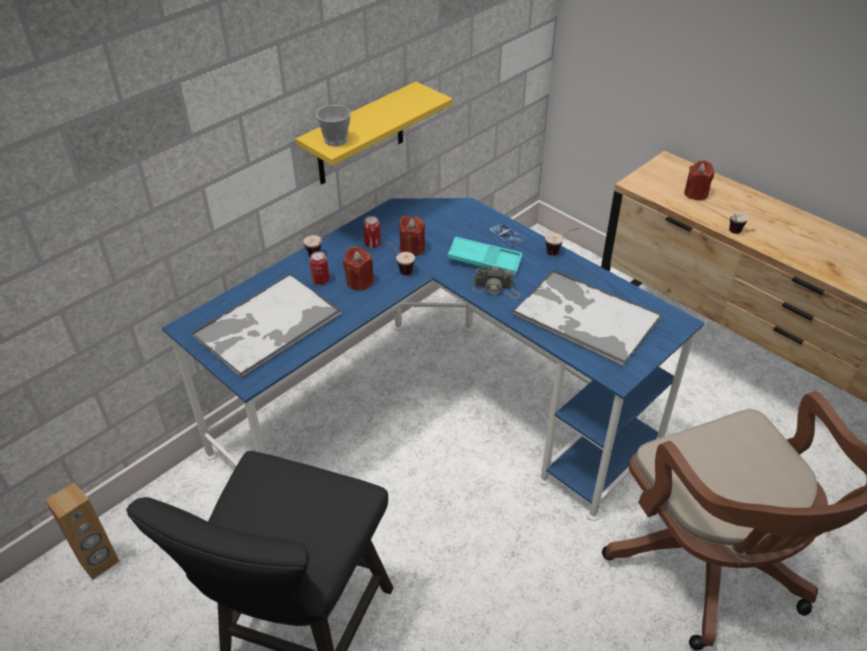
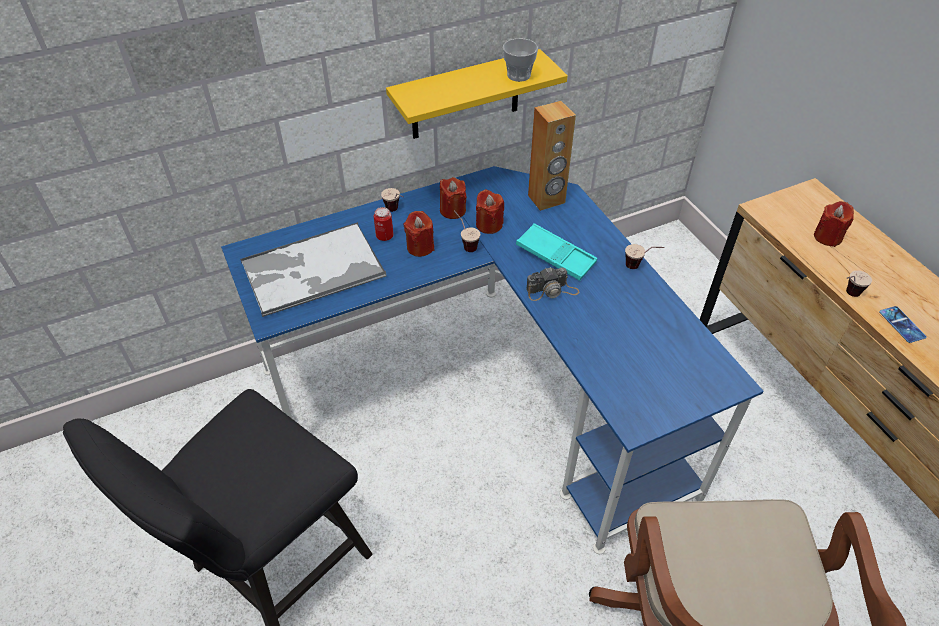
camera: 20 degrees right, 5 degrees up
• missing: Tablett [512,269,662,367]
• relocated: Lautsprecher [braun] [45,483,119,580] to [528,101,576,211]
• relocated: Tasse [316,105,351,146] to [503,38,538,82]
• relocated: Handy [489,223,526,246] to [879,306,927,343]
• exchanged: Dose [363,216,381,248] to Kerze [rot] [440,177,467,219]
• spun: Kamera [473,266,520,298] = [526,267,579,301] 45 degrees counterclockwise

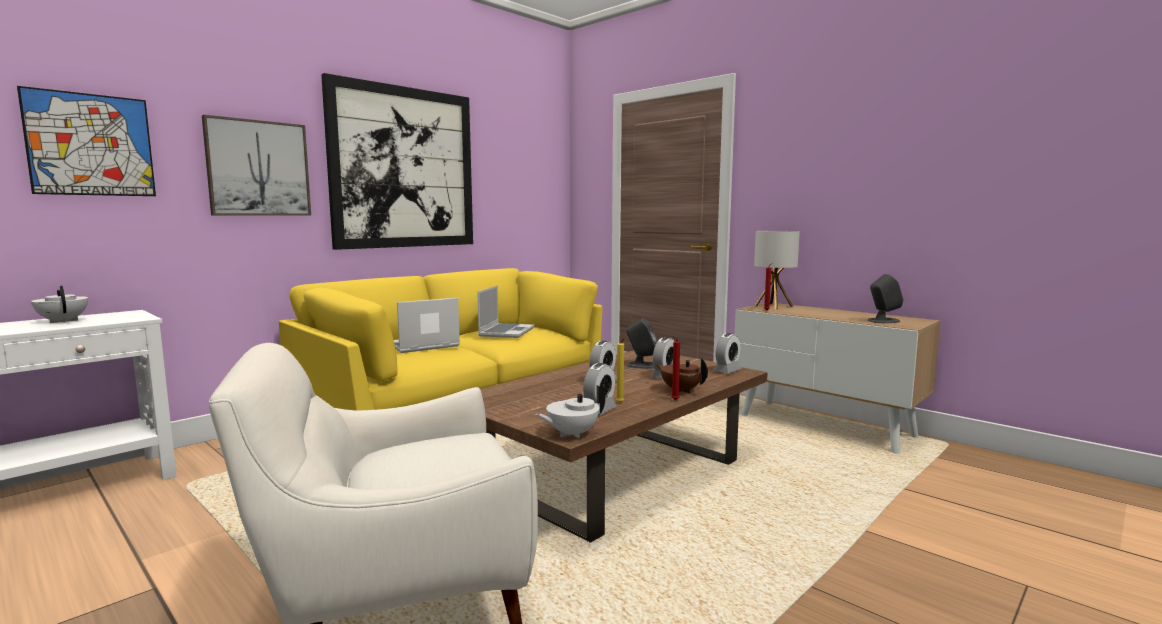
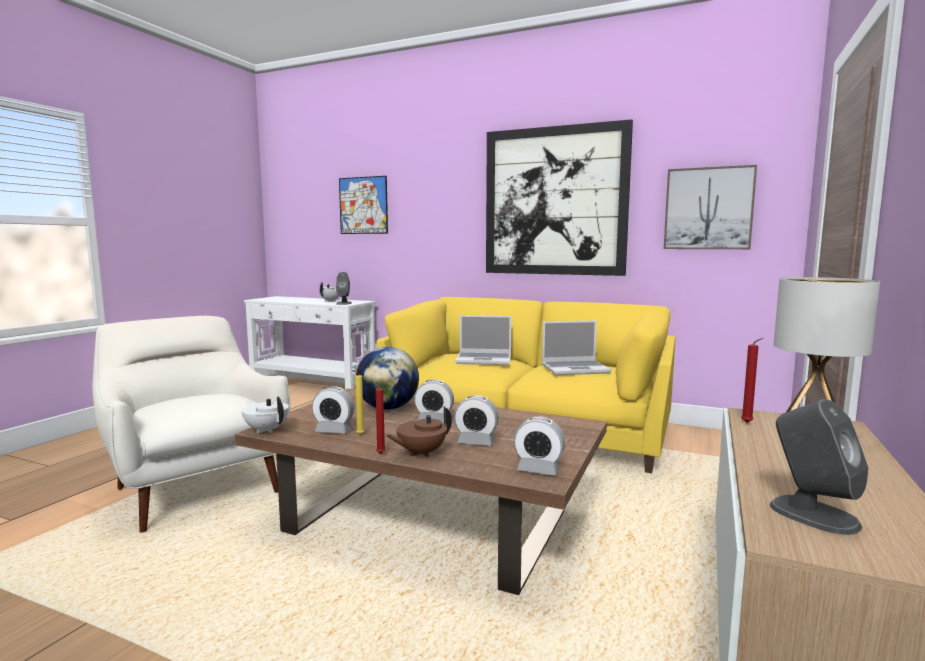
camera: 70 degrees right, 0 degrees up
• appeared: Globus [356,347,419,410]
• relocated: Bild [202,115,311,215] to [664,165,757,249]
• relocated: Lautsprecher [grau] [627,318,658,369] to [336,272,352,305]
• spun: Laptop [394,298,460,353] = [455,315,512,365] 150 degrees clockwise
• spun: Teekanne [braun] [656,358,708,393] = [387,407,452,457] 150 degrees counterclockwise

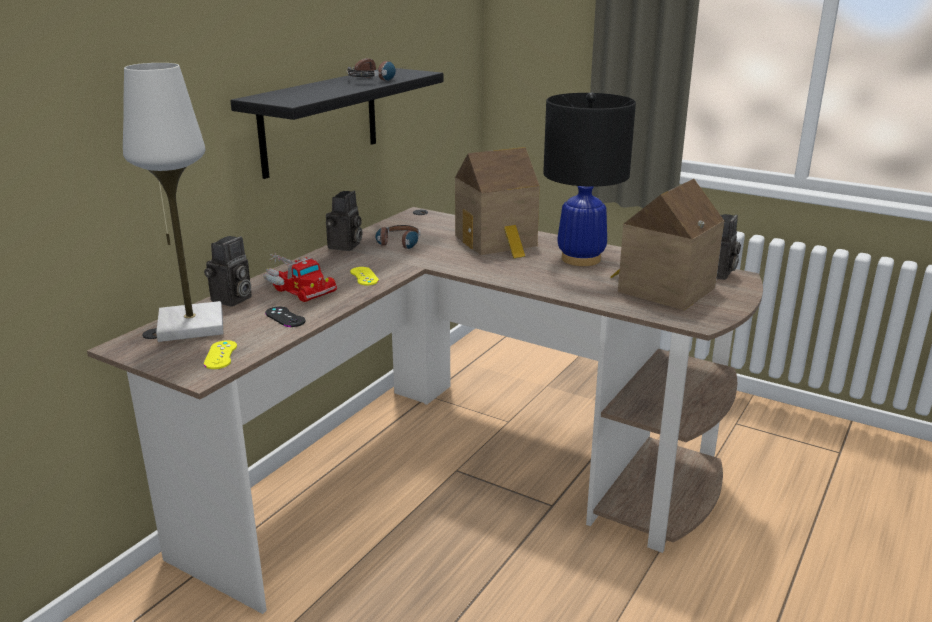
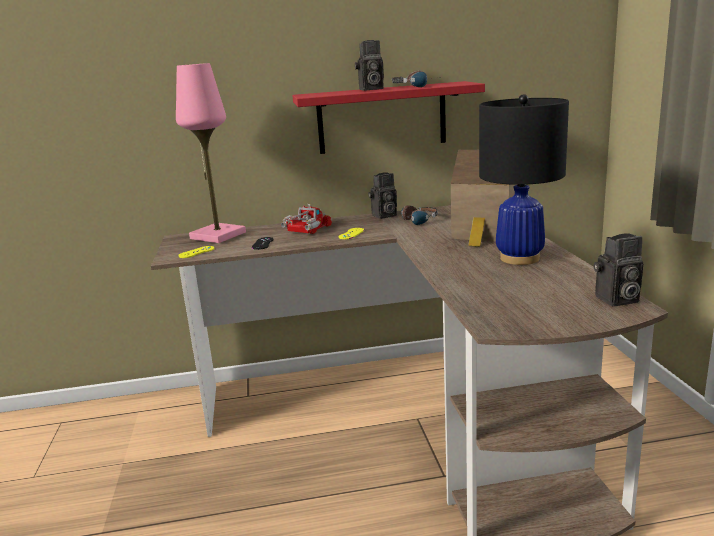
camera: 50 degrees right, 5 degrees down
• missing: Spielzeughaus [611,179,724,310]
• relocated: Kamera [204,236,252,307] to [355,40,384,91]
• colour: Tischlampe [weiß] [123,63,223,342] to Tischlampe [rosa] [176,63,246,243]
• colour: Wandregal [schwarz] [230,68,444,179] to Wandregal [rot] [292,81,485,154]
• spun: Spielzeuglaster [263,253,337,302] = [281,204,332,234] 150 degrees counterclockwise

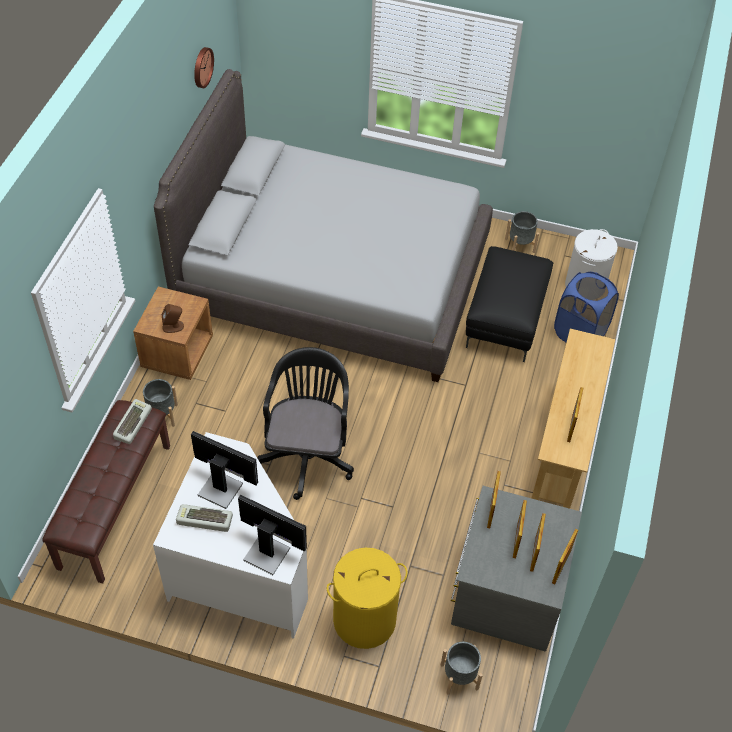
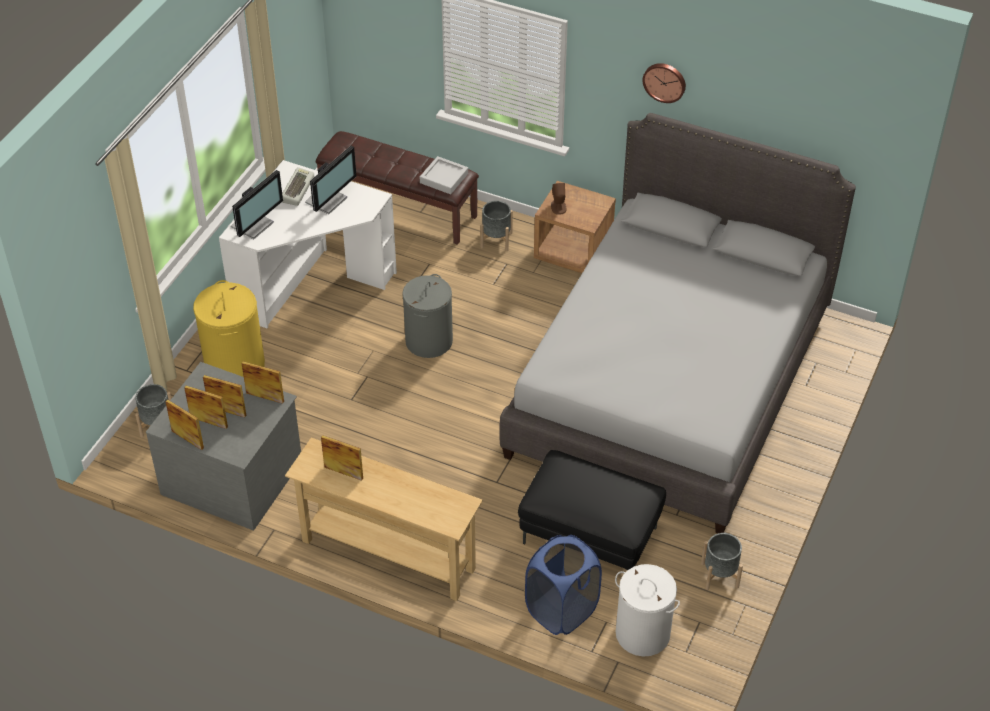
camera: 100 degrees right, 5 degrees down
• relocated: Wanduhr [194,47,214,88] to [643,63,686,103]
• exchanged: Tastatur [113,399,152,444] to Tablett [grau] [420,156,468,194]
• exchanged: Bürostuhl [schwarz] [257,347,354,500] to Wäschekorb [grau] [402,274,453,358]

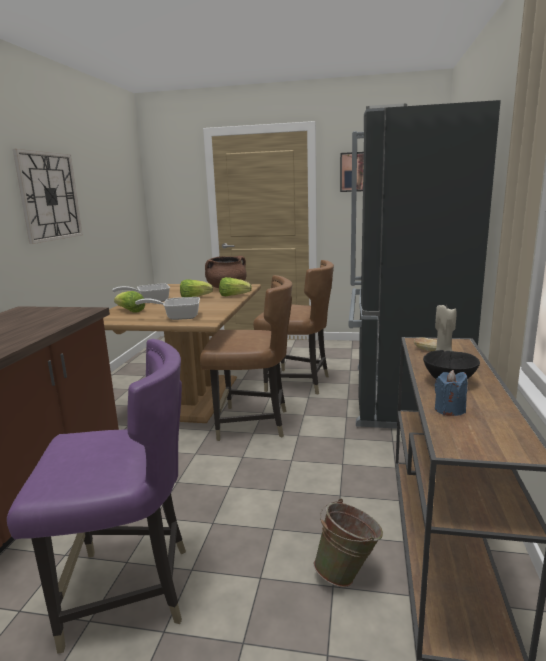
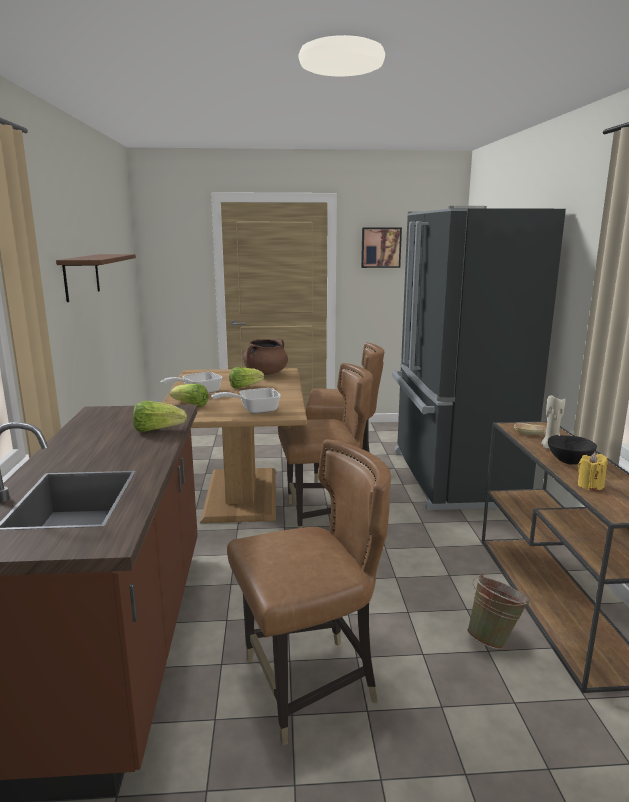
camera: 15 degrees left, 0 degrees up
• relocated: Salatkopf [219,277,252,296] to [133,401,187,432]
• exchanged: Wanduhr [13,149,83,244] to Wandregal [braun] [56,254,136,302]
• colour: Stuhl [lila] [7,339,186,654] to Stuhl [braun] [227,439,391,746]
• colour: Kerze [blau] [435,370,468,416] to Kerze [gelb] [578,453,607,490]

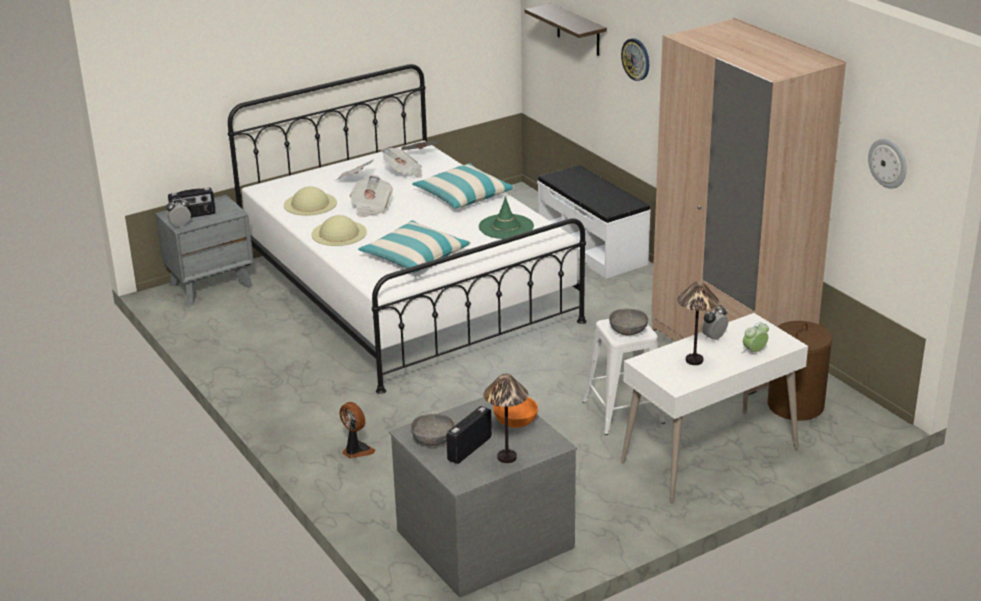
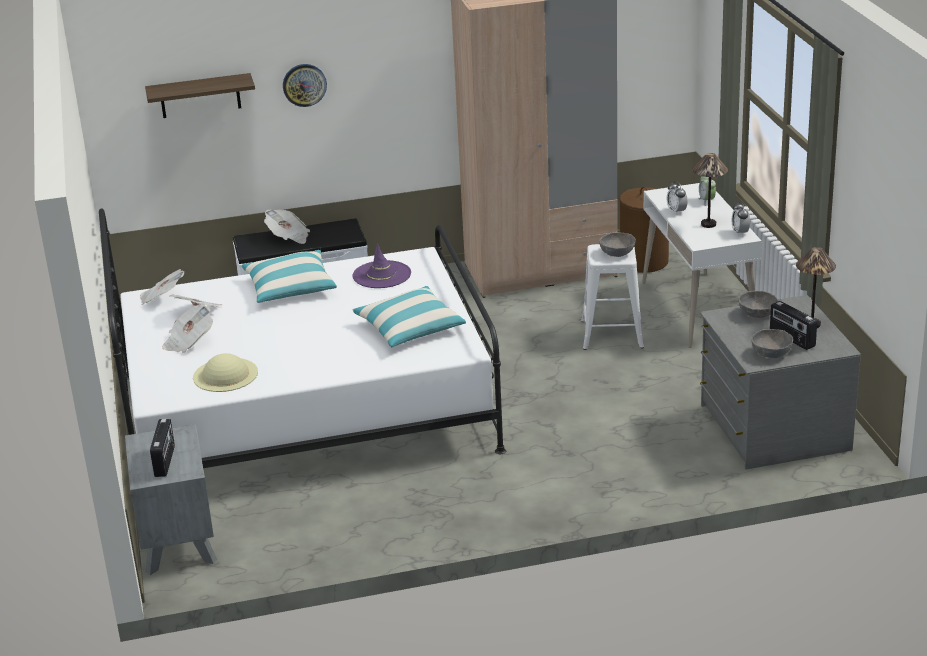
camera: 70 degrees left, 0 degrees up
• missing: Hut [beige] [311,215,367,246]
• missing: Ventilator [339,402,375,458]
• missing: Wanduhr [868,139,907,188]
• relocated: Wecker [166,197,191,227] to [732,201,750,236]
• relocated: Zeitung [350,175,393,217] to [264,209,310,244]
• colour: Hut [grün] [479,196,534,239] to Hut [lila] [353,243,411,288]
• colour: Schüssel [orange] [493,397,538,428] to Schüssel [grau] [739,291,778,318]

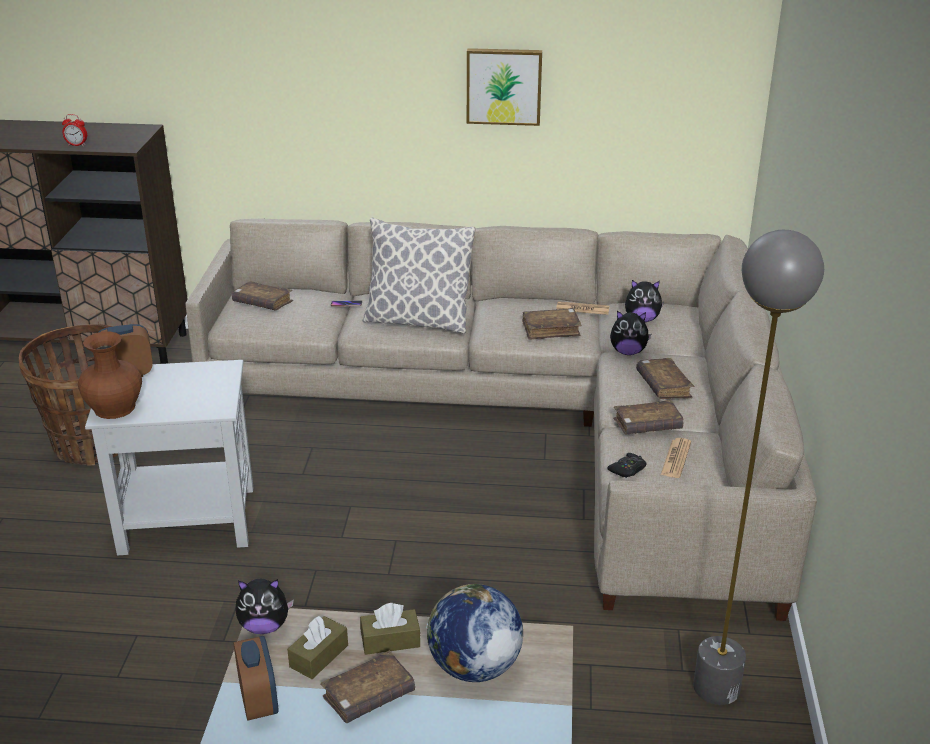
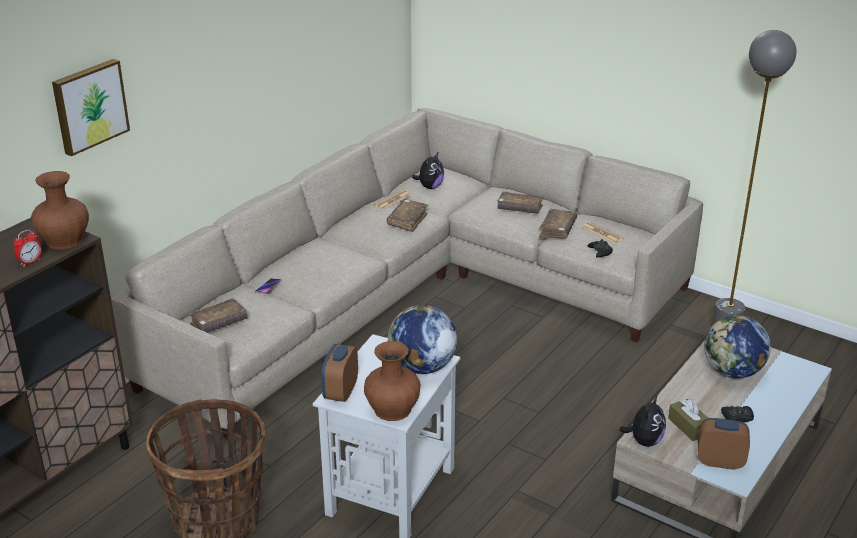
camera: 60 degrees left, 0 degrees up
• missing: Taschentuchbox [braun] [360,603,420,655]
• missing: Kissen [363,217,476,333]
• missing: Plüschtier [610,311,651,355]
• appeared: Vase [braun] [31,171,89,249]
• appeared: Globus [387,305,457,374]
• relocated: Bild [467,48,542,126] to [52,59,130,156]
• exchanged: Buch [braun] [320,650,415,723] to Gamepad [schwarz] [721,406,754,423]

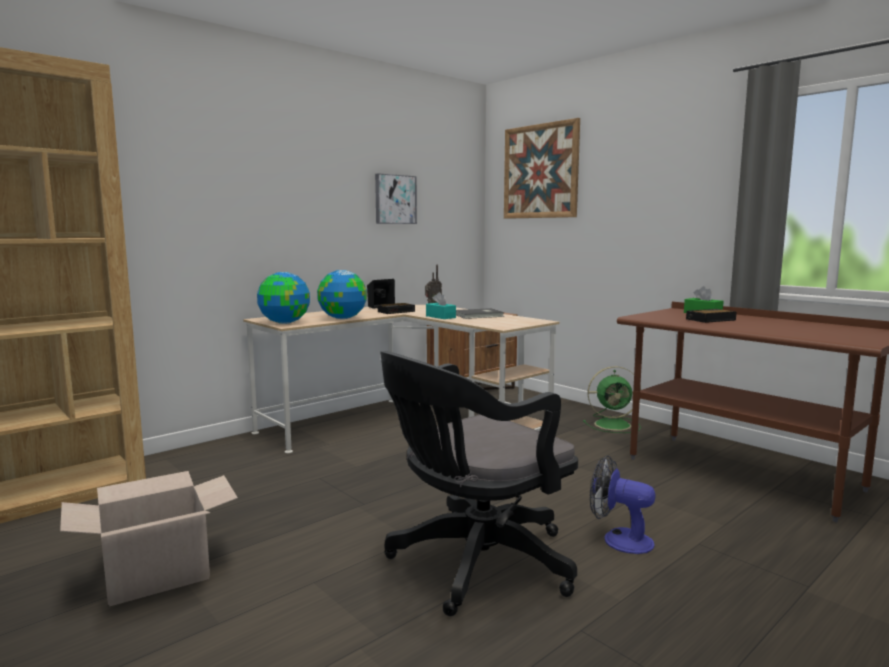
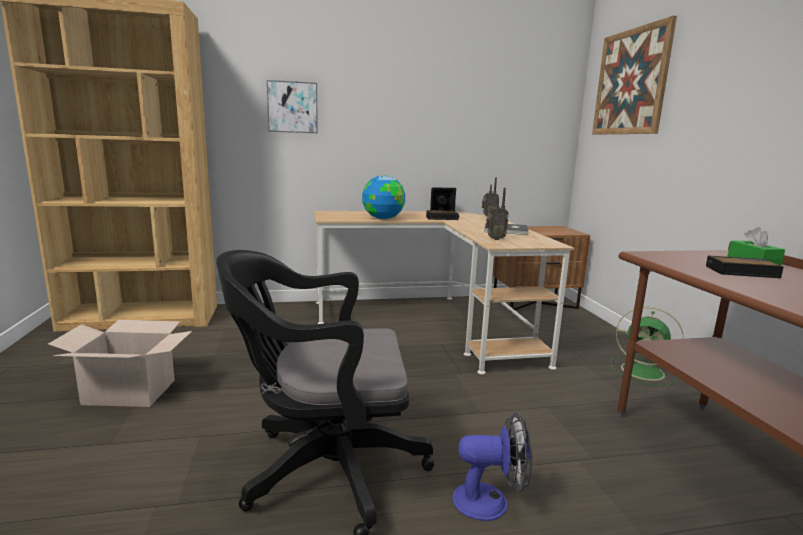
camera: 30 degrees right, 5 degrees up
• missing: Globus [257,272,310,324]
• missing: Taschentuchbox [türkis] [426,292,456,319]
• appeared: Radio [486,188,509,240]
• relocated: Bild [375,173,417,224] to [267,80,318,133]
• spun: Ventilator [590,455,656,554] = [452,413,532,521] 120 degrees clockwise

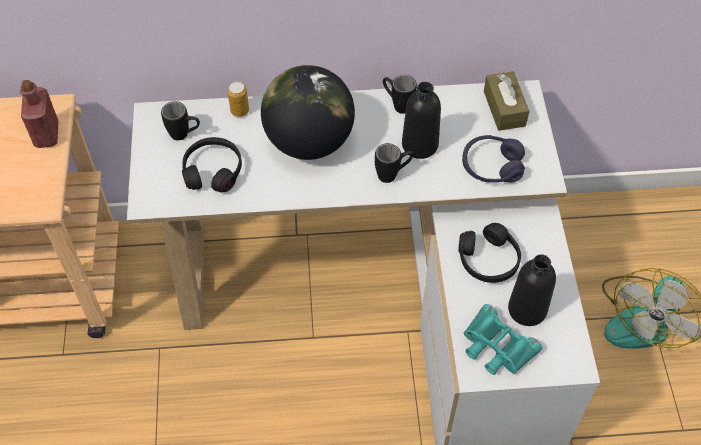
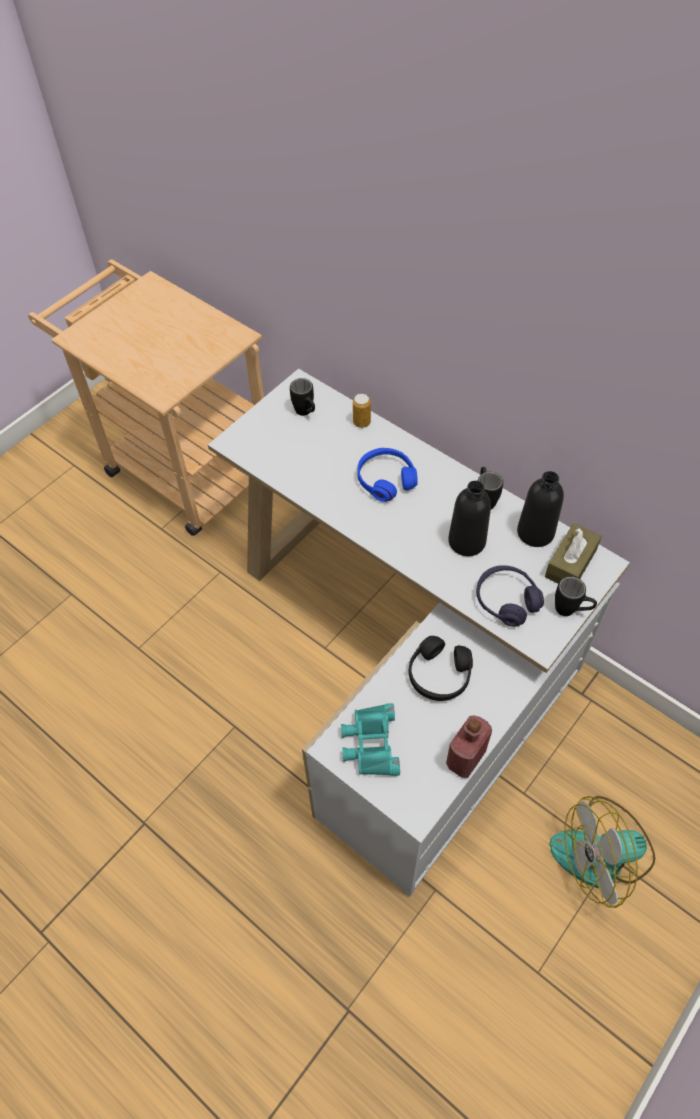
camera: 45 degrees right, 0 degrees up
• missing: Kopfhörer [schwarz] [182,137,242,193]
• relocated: Flasche [rot] [20,80,59,148] to [446,715,492,778]
• relocated: Henkelbecher [schwarz] [375,143,413,183] to [555,576,597,616]
• relocated: Flasche [schwarz] [508,254,556,326] to [517,471,564,547]
• exchanged: Globus [261,65,355,160] to Kopfhörer [blau] [357,448,418,502]

